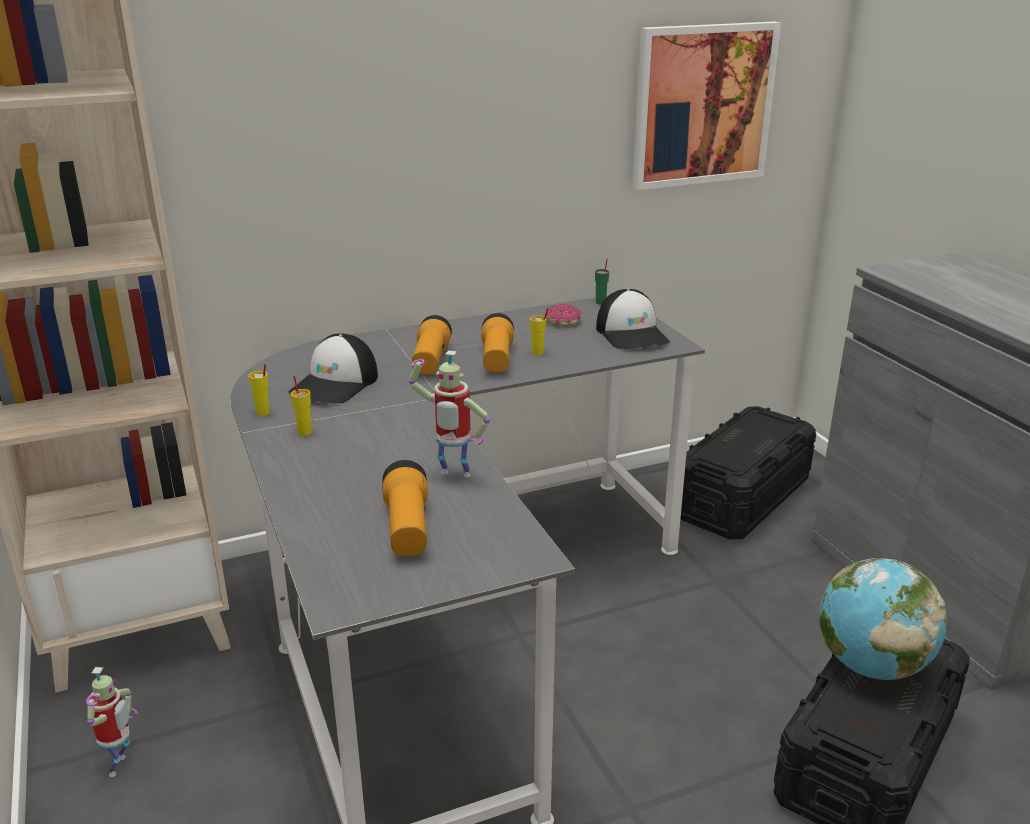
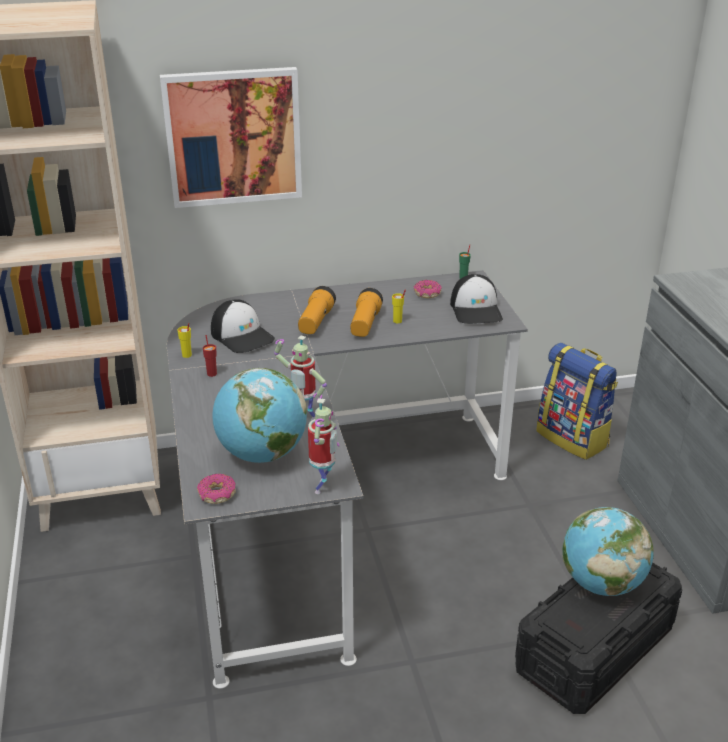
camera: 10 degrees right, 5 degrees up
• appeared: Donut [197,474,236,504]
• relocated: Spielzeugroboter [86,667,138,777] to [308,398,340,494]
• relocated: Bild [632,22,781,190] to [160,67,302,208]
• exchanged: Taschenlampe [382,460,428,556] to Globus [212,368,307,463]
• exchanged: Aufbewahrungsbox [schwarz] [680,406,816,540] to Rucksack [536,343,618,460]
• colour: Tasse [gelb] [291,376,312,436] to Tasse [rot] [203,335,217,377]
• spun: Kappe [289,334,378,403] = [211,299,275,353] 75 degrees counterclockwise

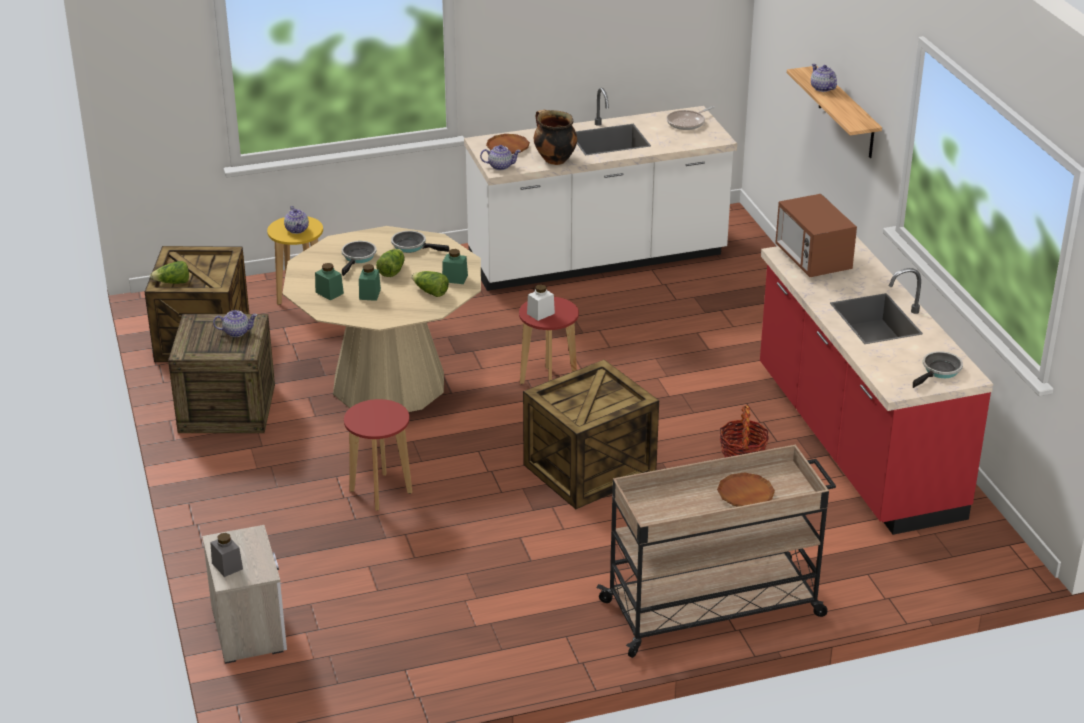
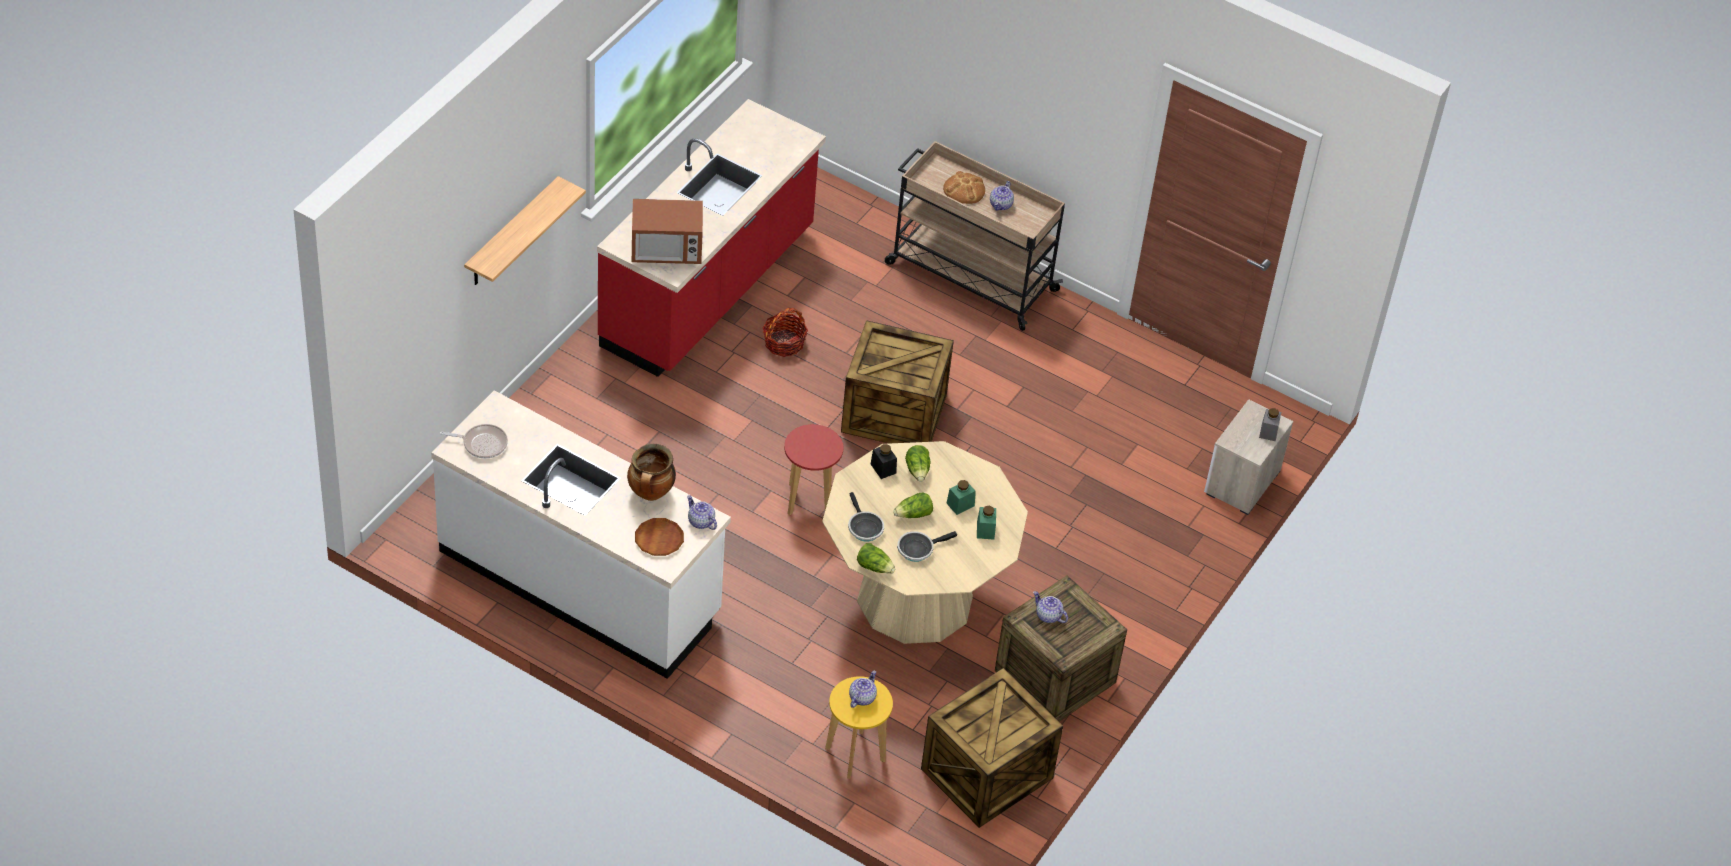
camera: 135 degrees left, 15 degrees up
• missing: Hocker [rot] [344,399,412,511]
• missing: Vorratsglas [weiß] [527,284,555,321]
• missing: Pfanne [913,351,963,388]
• relocated: Salatkopf [150,261,189,284] to [857,543,895,574]
• relocated: Teekanne [811,64,837,92] to [990,181,1014,211]
• exchanged: Teller [braun] [717,472,775,507] to Brot [943,171,985,204]
• colour: Vorratsglas [grün] [442,249,468,284] to Vorratsglas [schwarz] [871,444,897,479]
• spun: Mikrowelle [775,194,857,277] = [632,199,703,264] 60 degrees clockwise

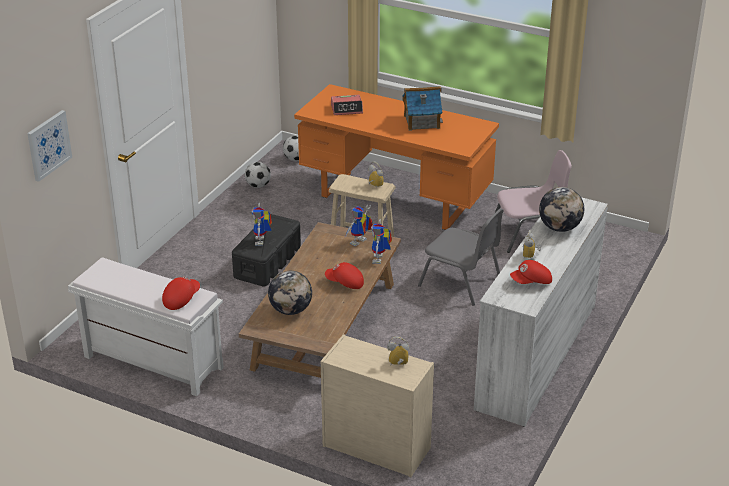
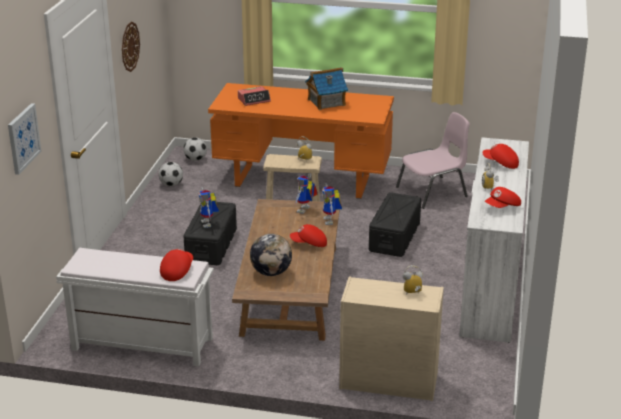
camera: 15 degrees left, 5 degrees down
• appeared: Wanduhr [122,22,140,72]
• exchanged: Stuhl [grau] [418,208,504,306] to Aufbewahrungsbox [schwarz] [369,193,421,257]
• exchanged: Globus [539,187,584,232] to Kappe [rot] [483,144,519,169]

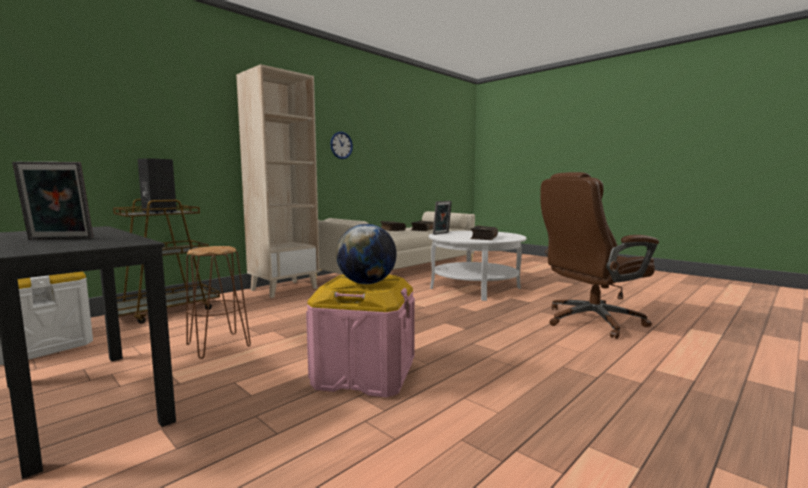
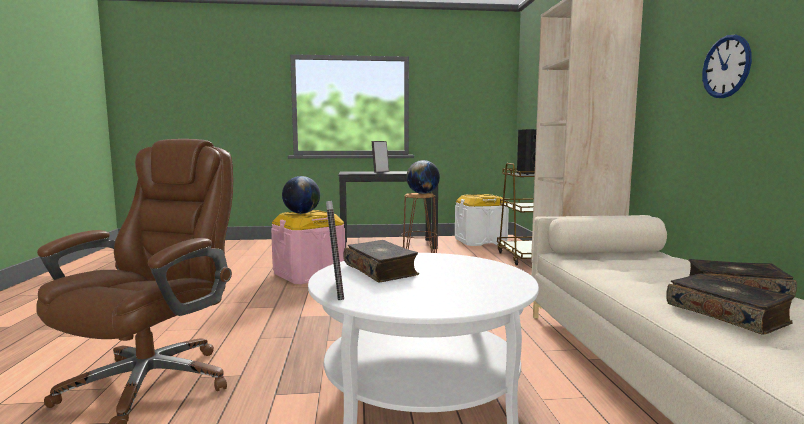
camera: 130 degrees right, 0 degrees up
• appeared: Globus [406,160,440,194]
• relocated: Bilderrahmen [433,201,452,235] to [326,201,344,300]

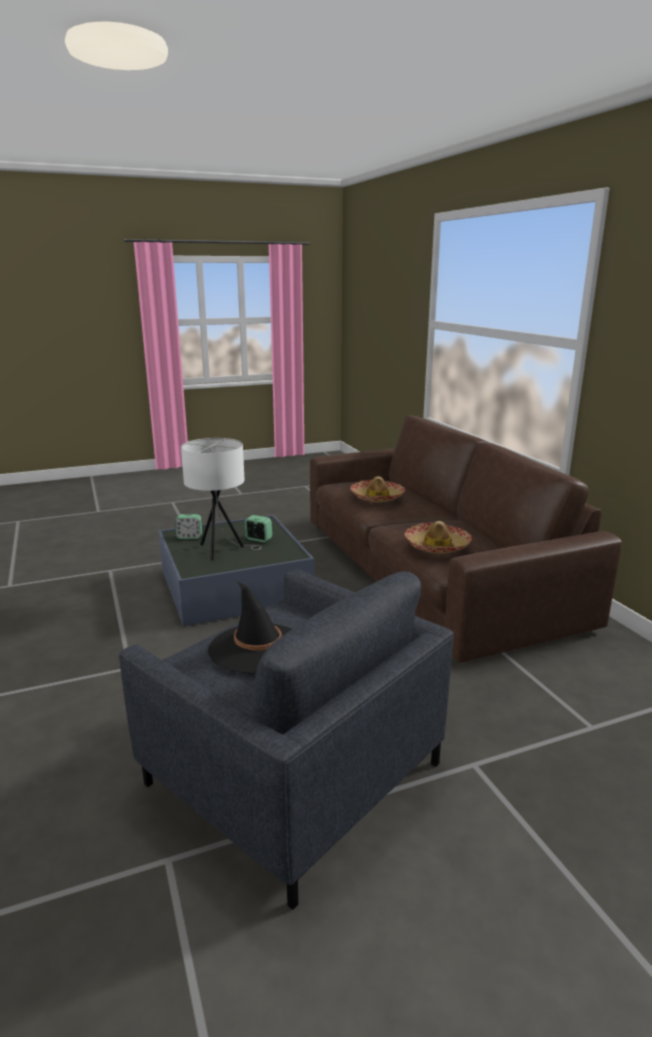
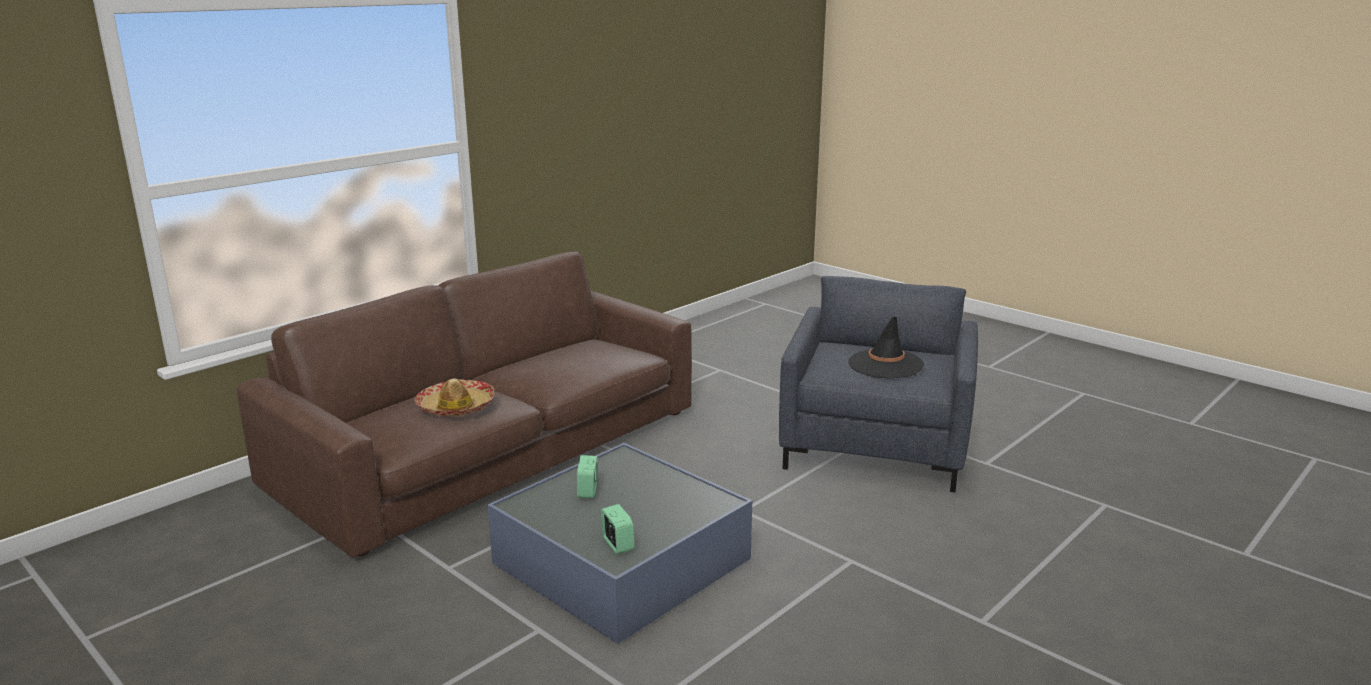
camera: 115 degrees left, 0 degrees up
• missing: Tischlampe [weiß] [181,438,262,561]
• missing: Hut [405,521,472,554]

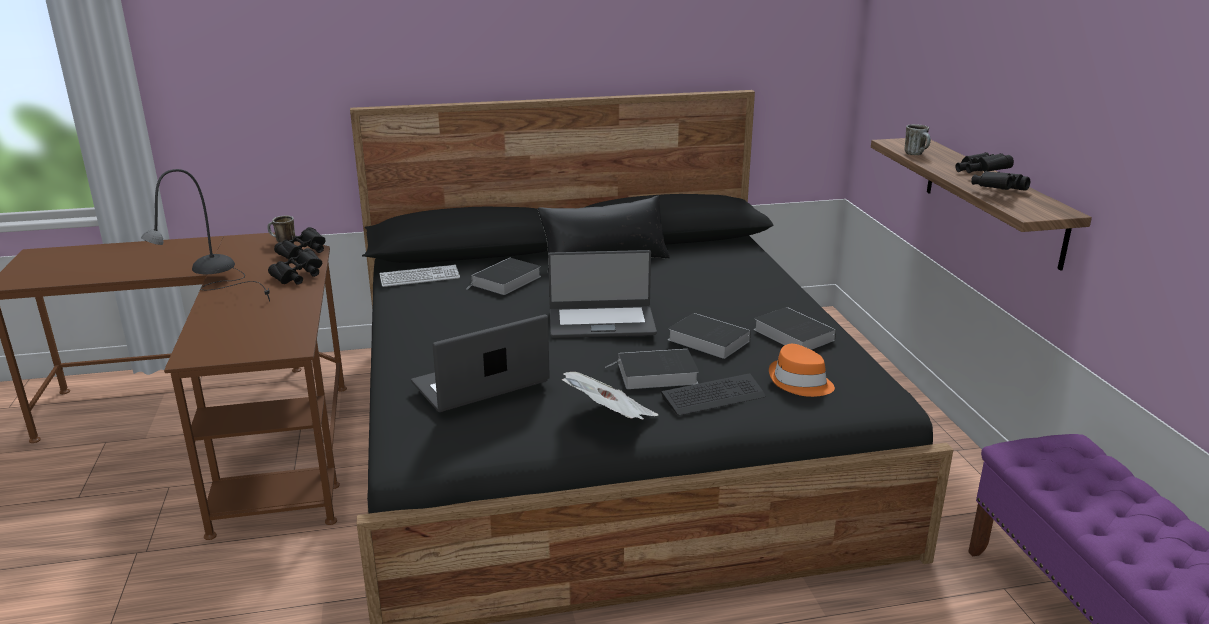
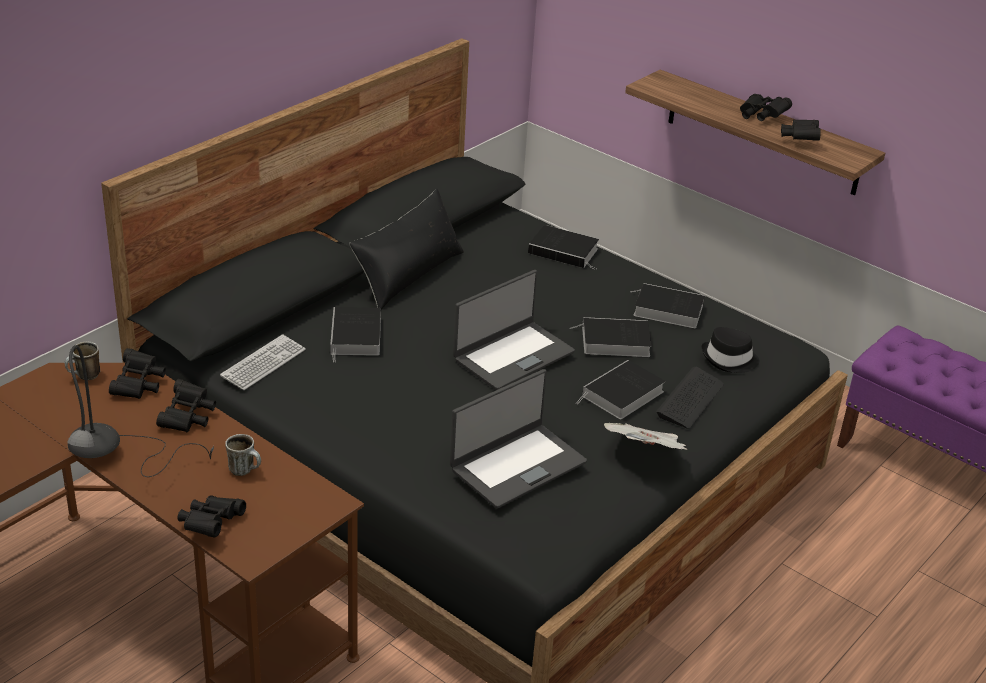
camera: 40 degrees left, 10 degrees up
• appeared: Fernglas [schwarz] [178,495,246,537]
• appeared: Buch [528,225,599,270]
• relocated: Henkelbecher [904,124,931,155] to [225,434,261,476]
• colour: Hut [orange] [769,344,835,397] to Hut [schwarz] [702,327,759,373]
• spun: Laptop [411,314,550,412] = [450,369,587,509] 150 degrees counterclockwise

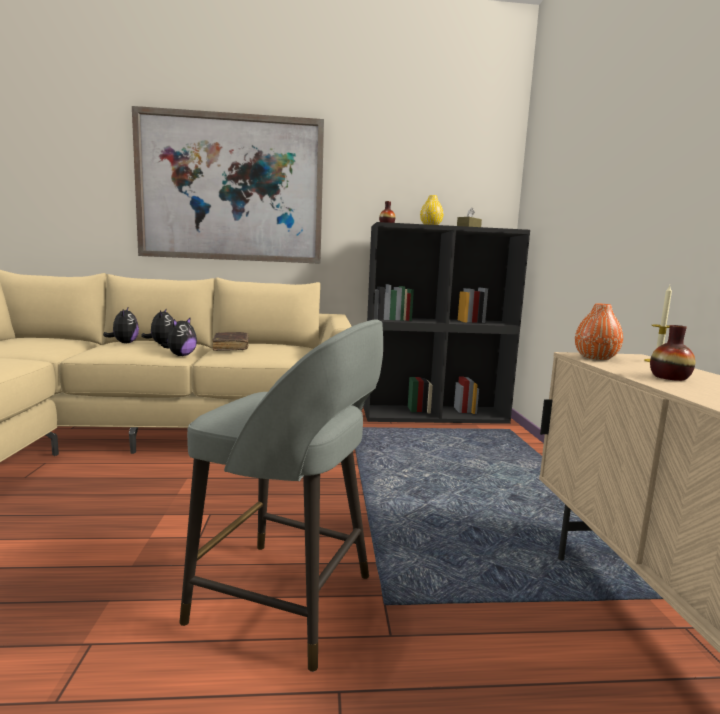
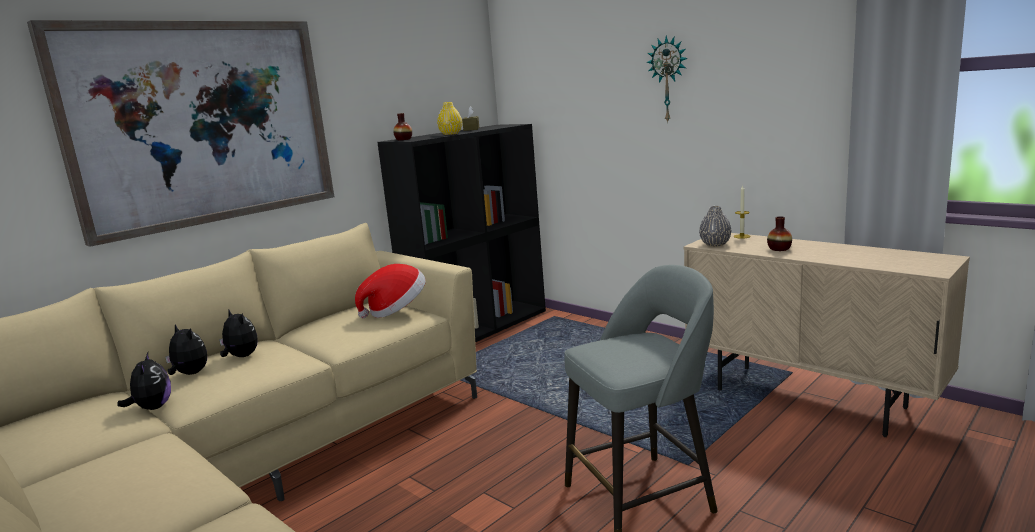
camera: 40 degrees left, 5 degrees up
• missing: Buch [braun] [212,332,249,351]
• appeared: Hut [355,264,426,318]
• appeared: Wanduhr [647,36,688,123]
• relocated: Plüschtier [161,317,197,356] to [117,352,171,410]
• colour: Vase [orange] [575,303,623,360] to Vase [grau] [699,206,731,246]

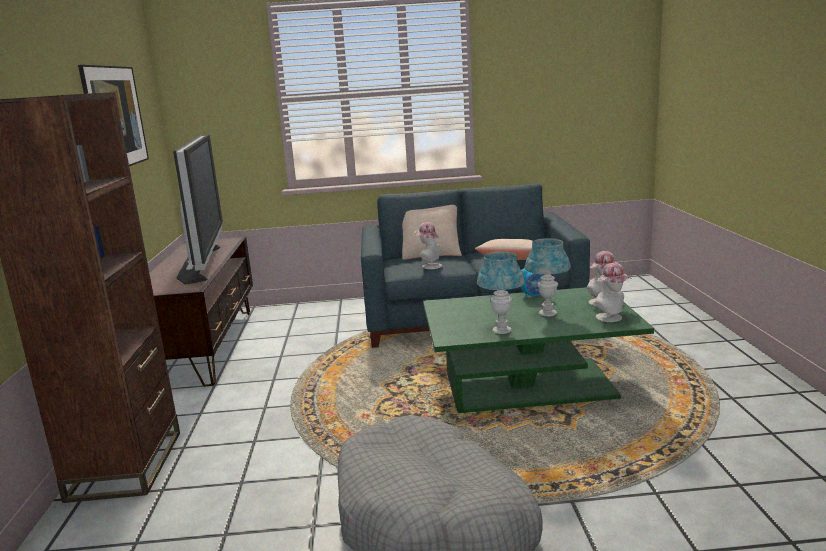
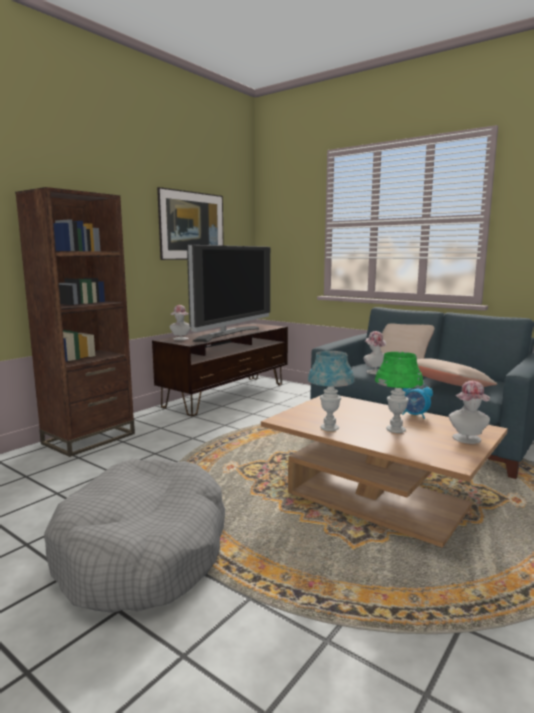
camera: 40 degrees right, 5 degrees down
• relocated: Hut [595,263,631,322] to [170,305,191,340]
• colour: Couchtisch [grün] [423,287,654,413] to Couchtisch [braun] [261,395,508,548]
• colour: Tischlampe [blau] [525,238,571,317] to Tischlampe [grün] [375,352,423,433]

